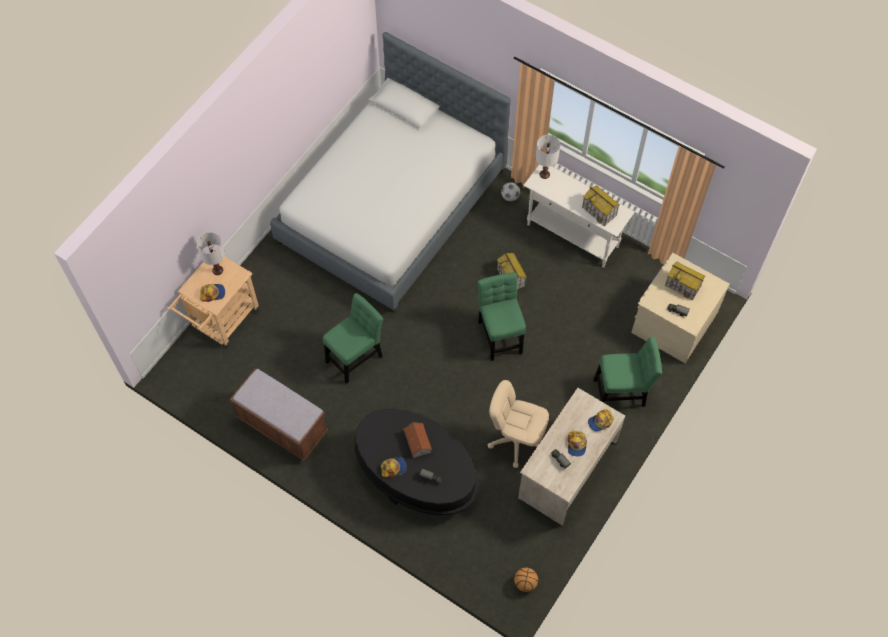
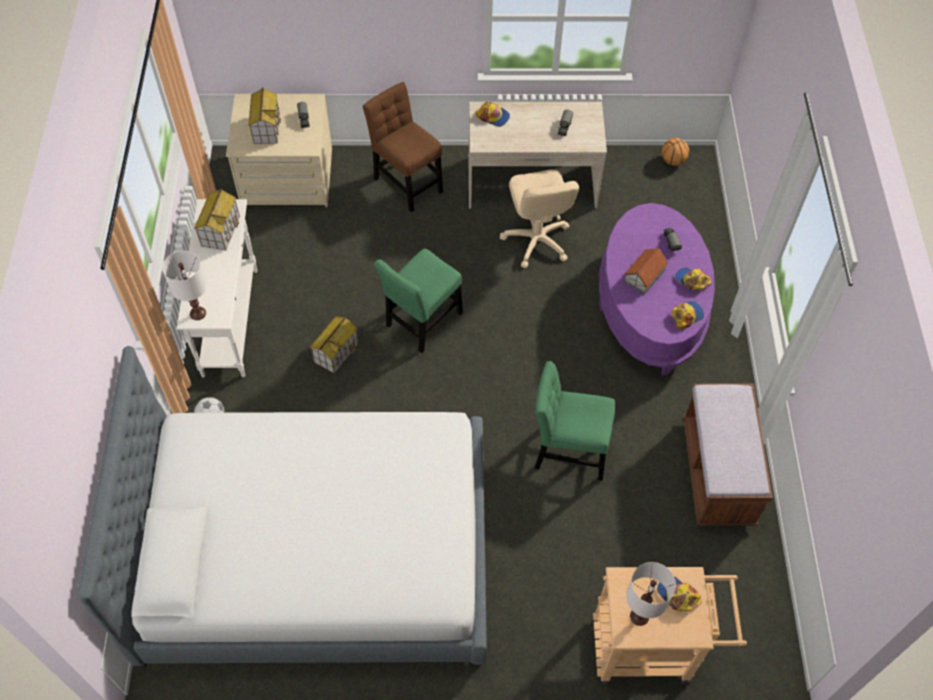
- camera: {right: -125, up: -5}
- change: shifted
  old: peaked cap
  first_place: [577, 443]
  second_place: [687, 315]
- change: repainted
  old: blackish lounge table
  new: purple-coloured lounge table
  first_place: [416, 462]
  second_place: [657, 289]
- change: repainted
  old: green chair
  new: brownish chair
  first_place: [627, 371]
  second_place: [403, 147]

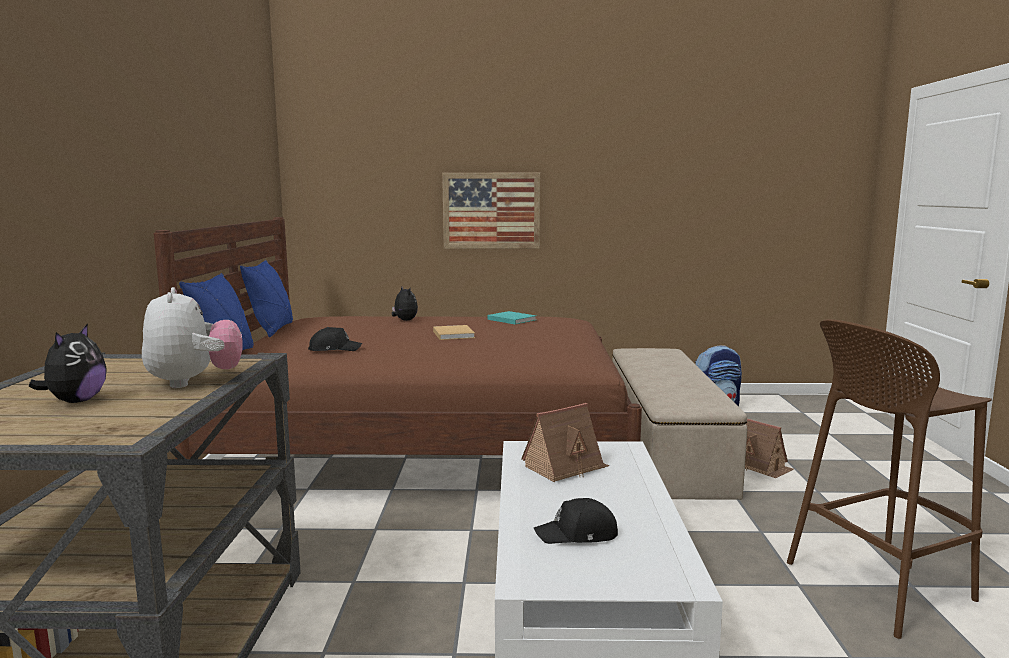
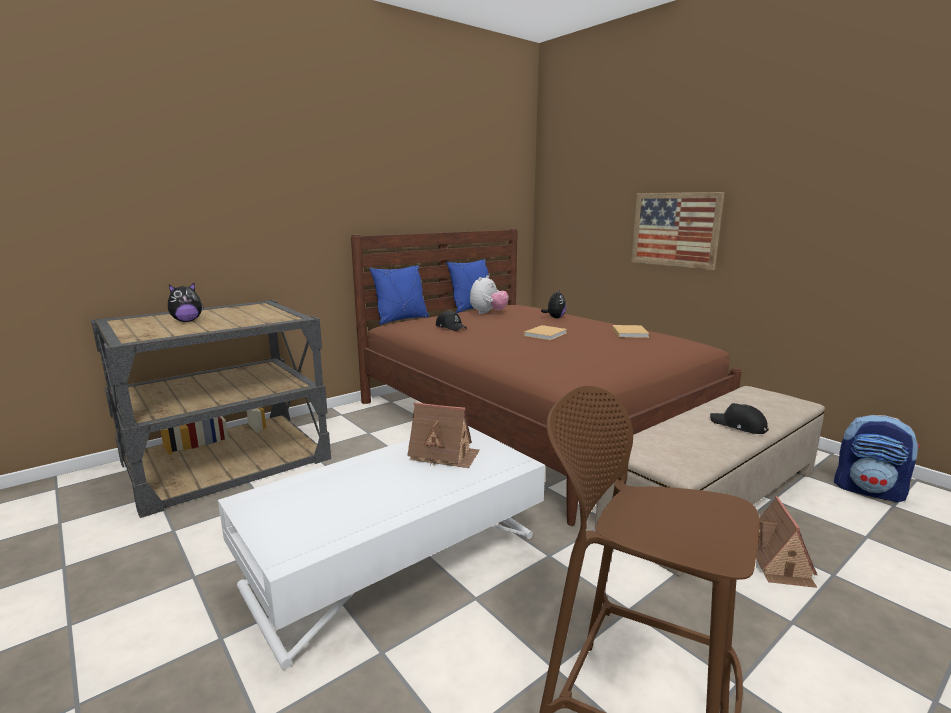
- camera: {right: 50, up: 5}
- change: shifted
  old: soft toy
  first_place: [192, 337]
  second_place: [489, 294]
- change: shifted
  old: blackish peaked cap
  first_place: [576, 521]
  second_place: [739, 418]
- change: repainted
  old: blue-green book
  new: beige-coloured book
  first_place: [511, 317]
  second_place: [631, 331]

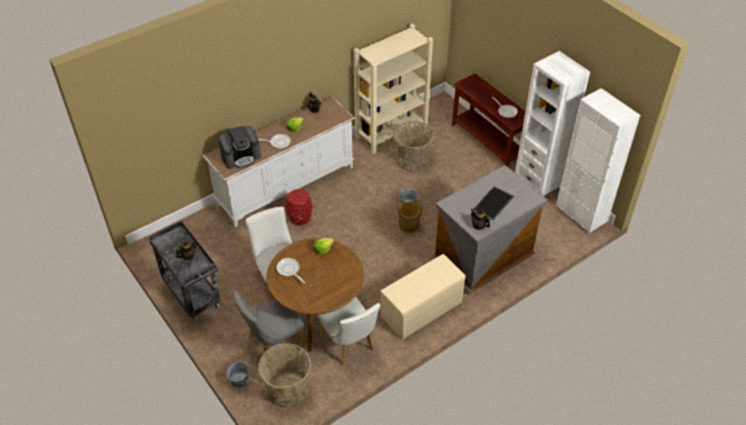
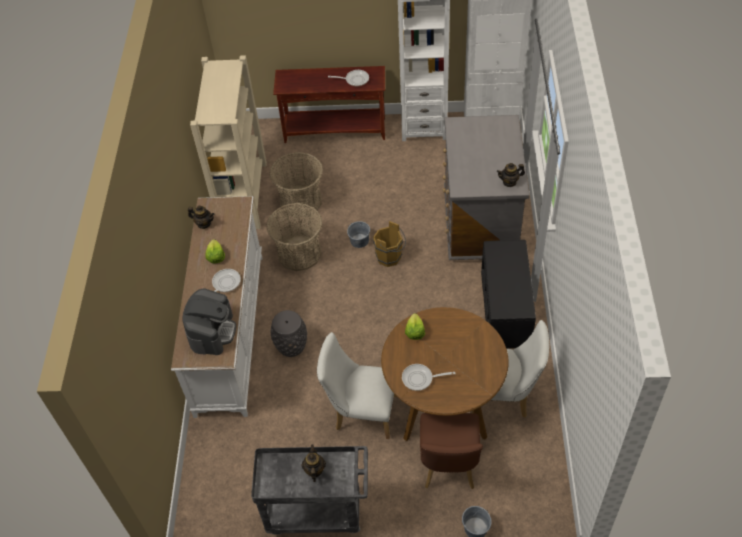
- camera: {right: -50, up: 5}
- change: gone
  old: serving tray
  first_place: [493, 203]
- change: shifted
  old: household basket
  first_place: [284, 375]
  second_place: [294, 237]
- change: repainted
  old: grey chair
  new: brownish chair
  first_place: [269, 326]
  second_place: [451, 451]
- change: repainted
  old: reddish stool
  new: grey stool
  first_place: [299, 207]
  second_place: [289, 333]
- change: repainted
  old: beige-coloured bench
  new: blackish bench
  first_place: [423, 297]
  second_place: [508, 294]

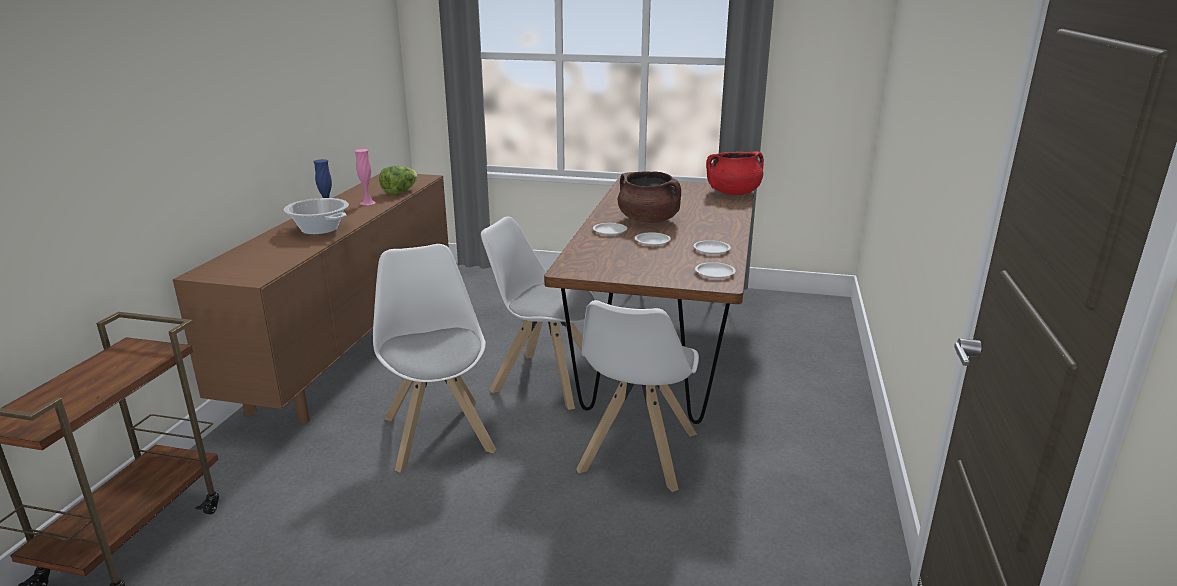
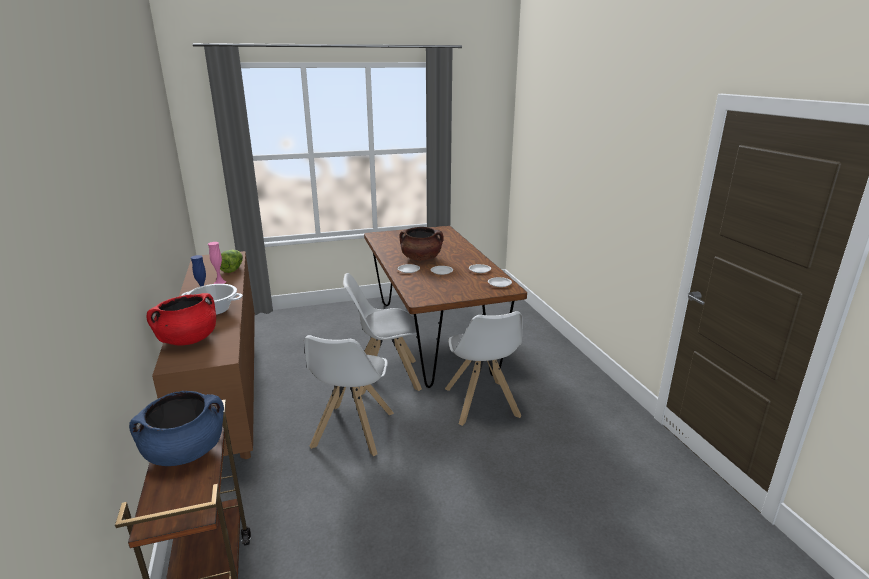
- camera: {right: -30, up: 0}
- change: new
  new: bluish saucepot
  second_place: [176, 428]
- change: shifted
  old: reddish saucepot
  first_place: [735, 173]
  second_place: [181, 319]
- change: rotated
  old: chair
  first_place: [435, 358]
  second_place: [349, 396]
  degrees: -120

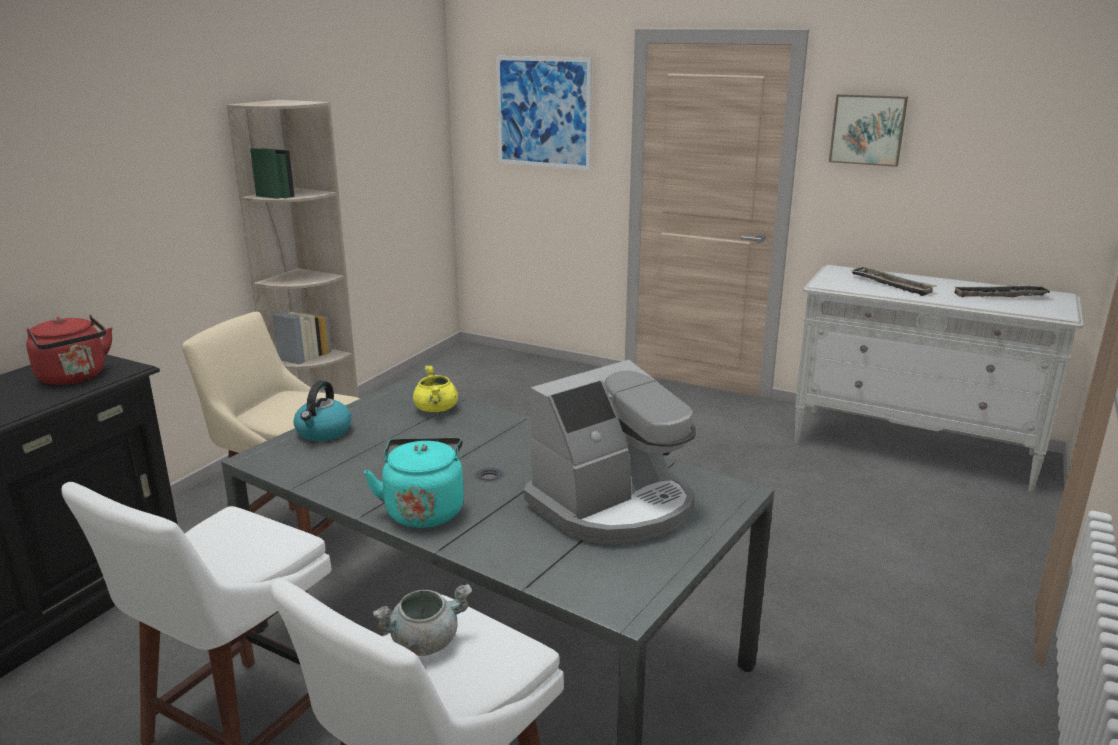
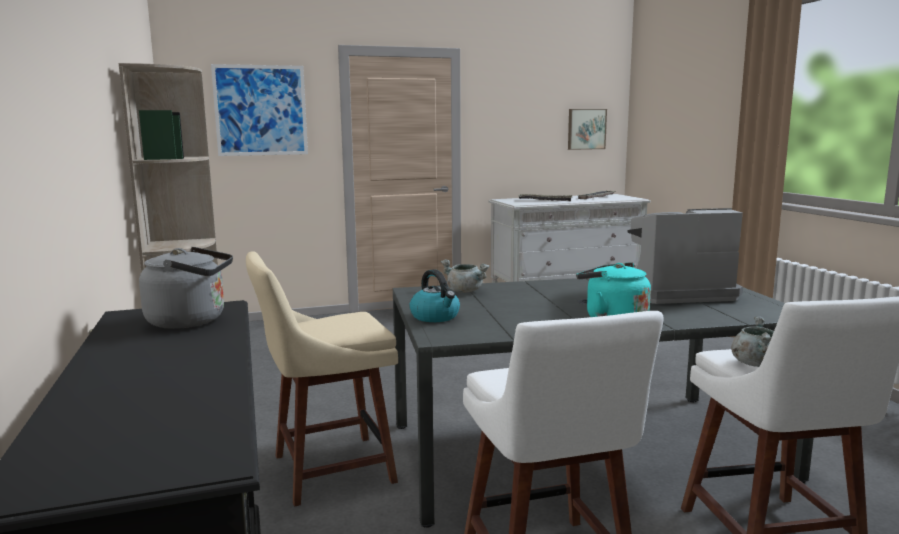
- camera: {right: -45, up: -10}
- change: shifted
  old: wall picture
  first_place: [868, 130]
  second_place: [587, 129]
- change: repainted
  old: reddish water kettle
  new: grey water kettle
  first_place: [69, 350]
  second_place: [186, 288]
- change: repainted
  old: yellow-coloured saucepot
  new: grey saucepot
  first_place: [435, 388]
  second_place: [465, 276]
- change: rotated
  old: coffee brewer
  first_place: [610, 452]
  second_place: [685, 256]
  degrees: -105

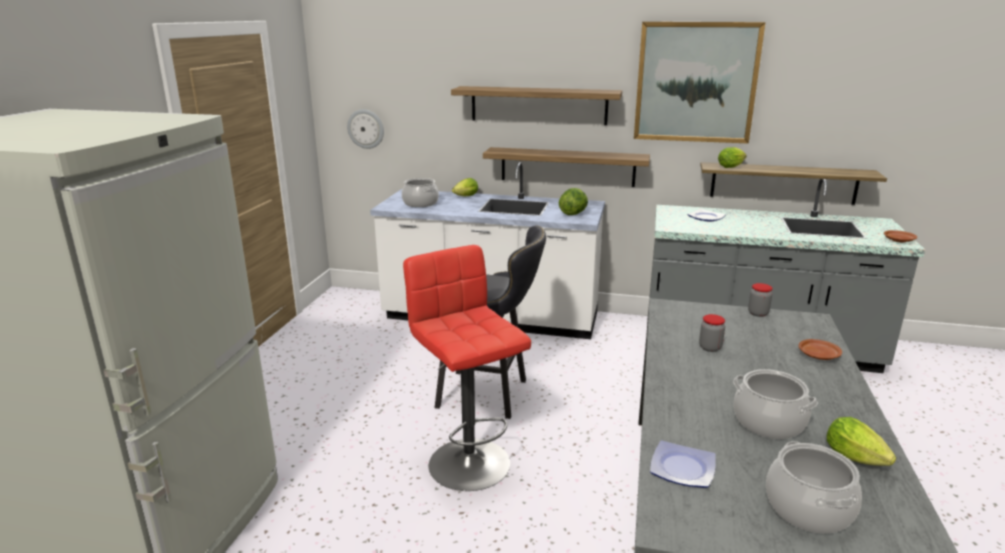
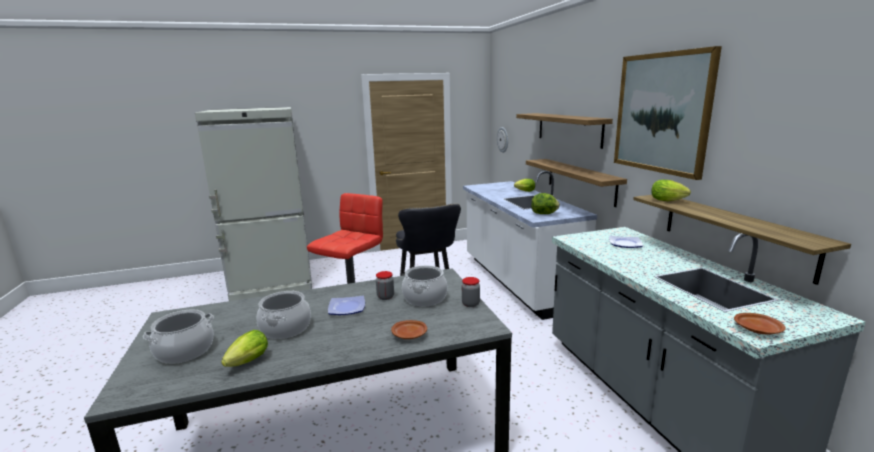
- camera: {right: 60, up: -5}
- change: shifted
  old: saucepot
  first_place: [420, 192]
  second_place: [424, 285]
- change: shifted
  old: dinner plate
  first_place: [683, 464]
  second_place: [346, 305]

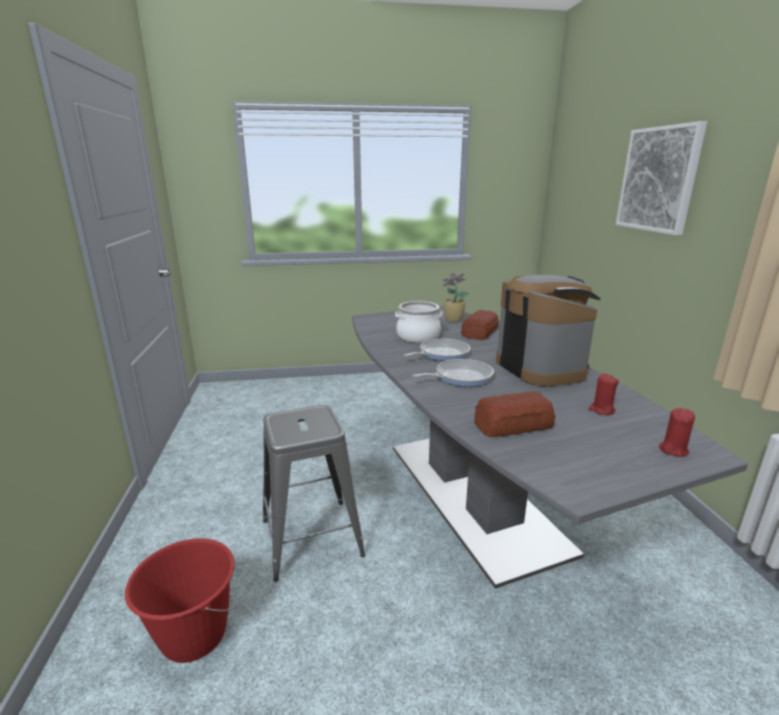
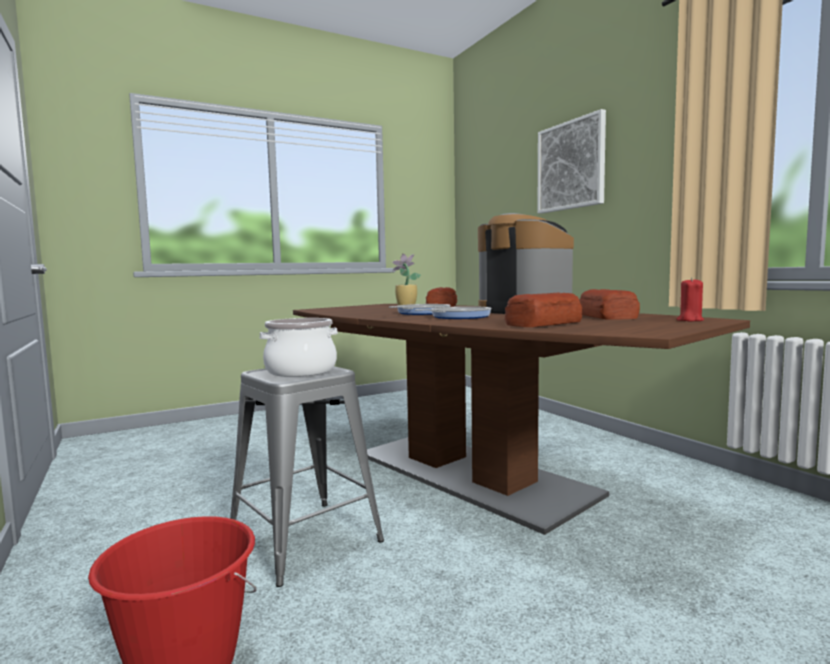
- camera: {right: -20, up: -15}
- change: shifted
  old: saucepot
  first_place: [419, 322]
  second_place: [299, 347]
- change: swapped
  old: reddish candle
  new: bakery bread
  first_place: [604, 394]
  second_place: [609, 304]
- change: repainted
  old: grey dinner table
  new: brownish dinner table
  first_place: [550, 447]
  second_place: [521, 419]

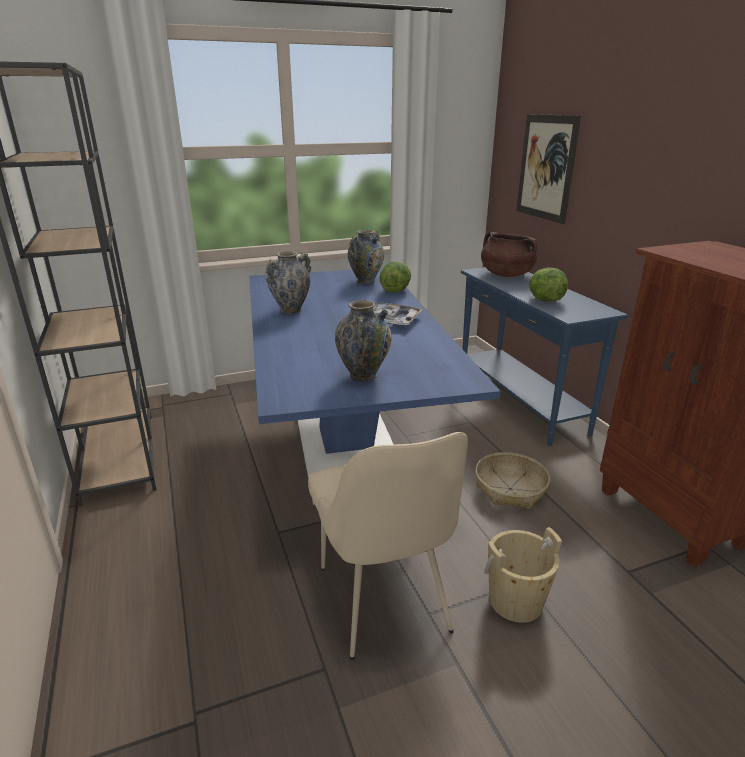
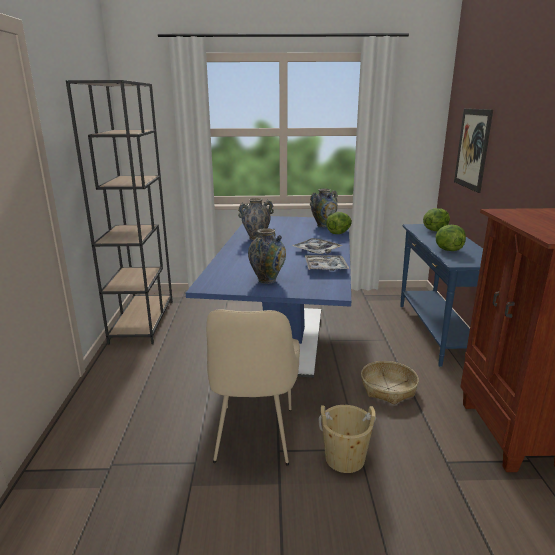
- camera: {right: 20, up: -5}
- change: new
  new: serving tray
  second_place: [327, 263]
- change: swapped
  old: brownish saucepot
  new: head of lettuce
  first_place: [509, 254]
  second_place: [436, 219]

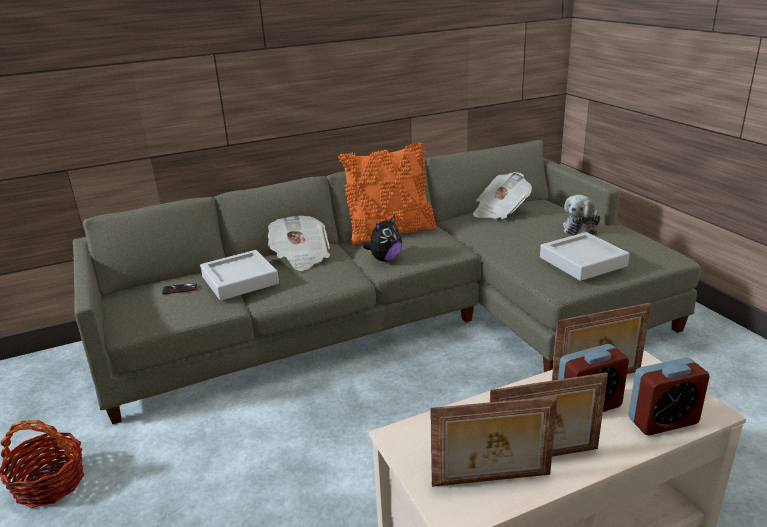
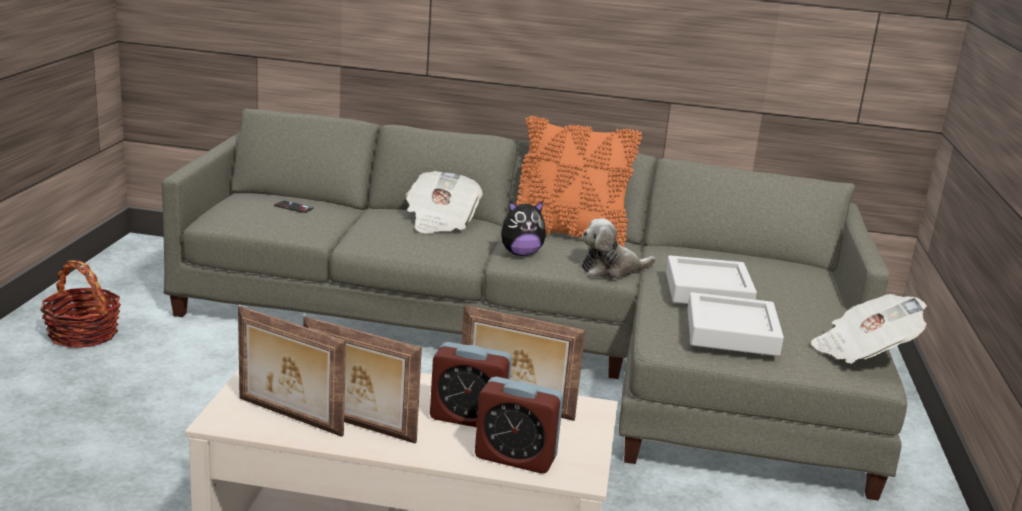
- camera: {right: 30, up: -5}
- change: shifted
  old: grey serving tray
  first_place: [239, 275]
  second_place: [711, 279]
- change: shifted
  old: newspaper
  first_place: [502, 195]
  second_place: [869, 329]
- change: shifted
  old: soft toy
  first_place: [582, 215]
  second_place: [619, 248]

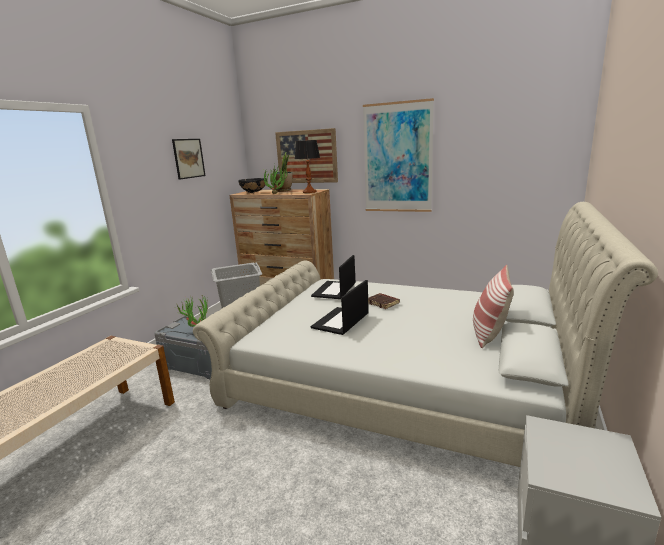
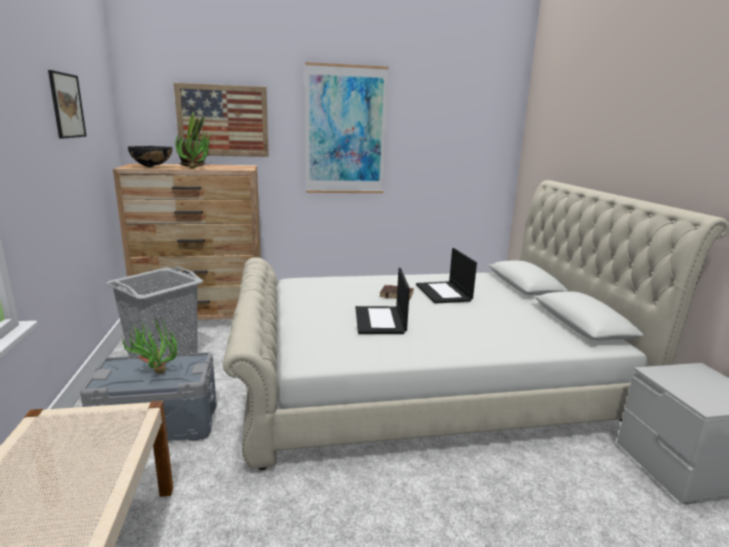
- camera: {right: -35, up: 0}
- change: gone
  old: tabletop lamp
  first_place: [307, 166]
- change: gone
  old: pillow
  first_place: [493, 306]
- change: shifted
  old: notebook computer
  first_place: [333, 277]
  second_place: [446, 276]

